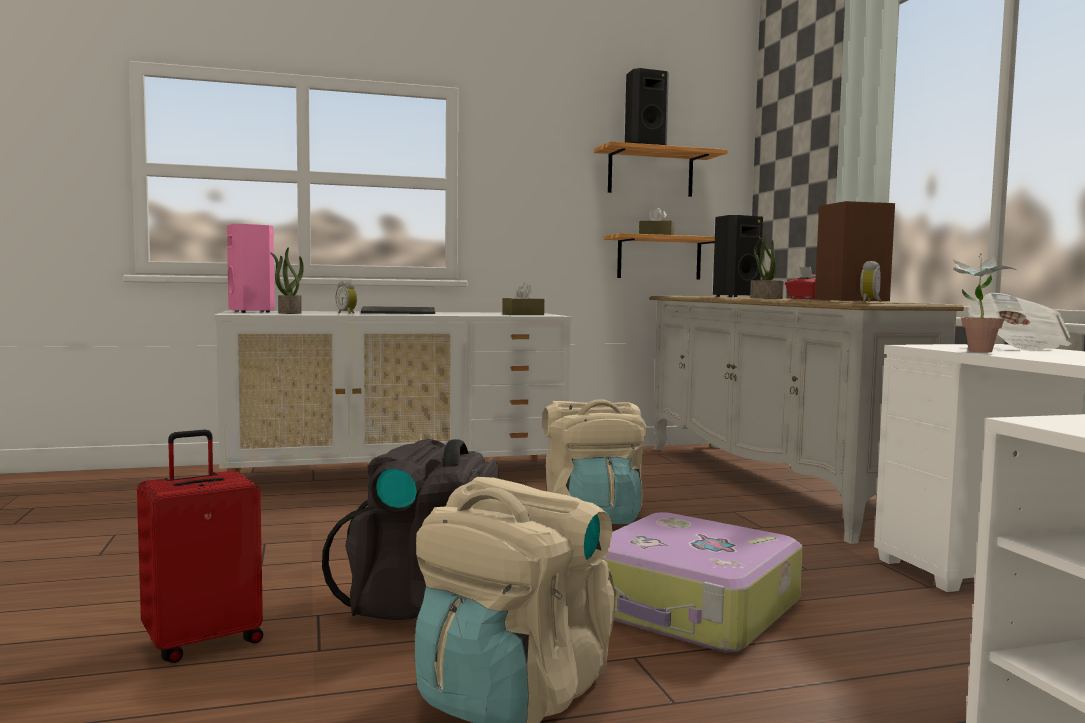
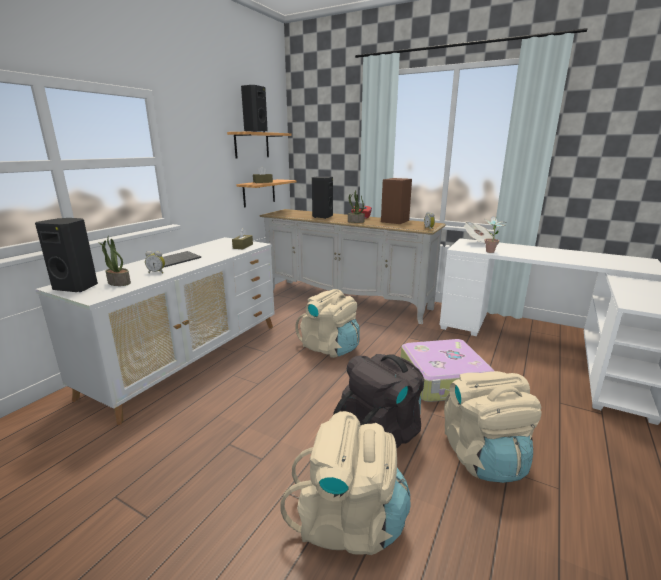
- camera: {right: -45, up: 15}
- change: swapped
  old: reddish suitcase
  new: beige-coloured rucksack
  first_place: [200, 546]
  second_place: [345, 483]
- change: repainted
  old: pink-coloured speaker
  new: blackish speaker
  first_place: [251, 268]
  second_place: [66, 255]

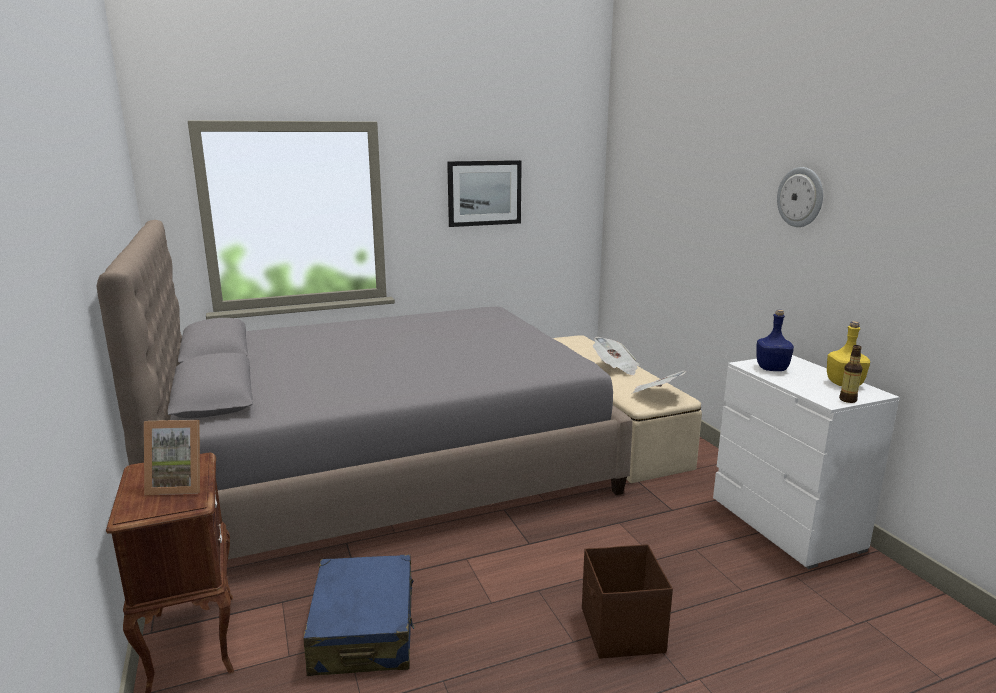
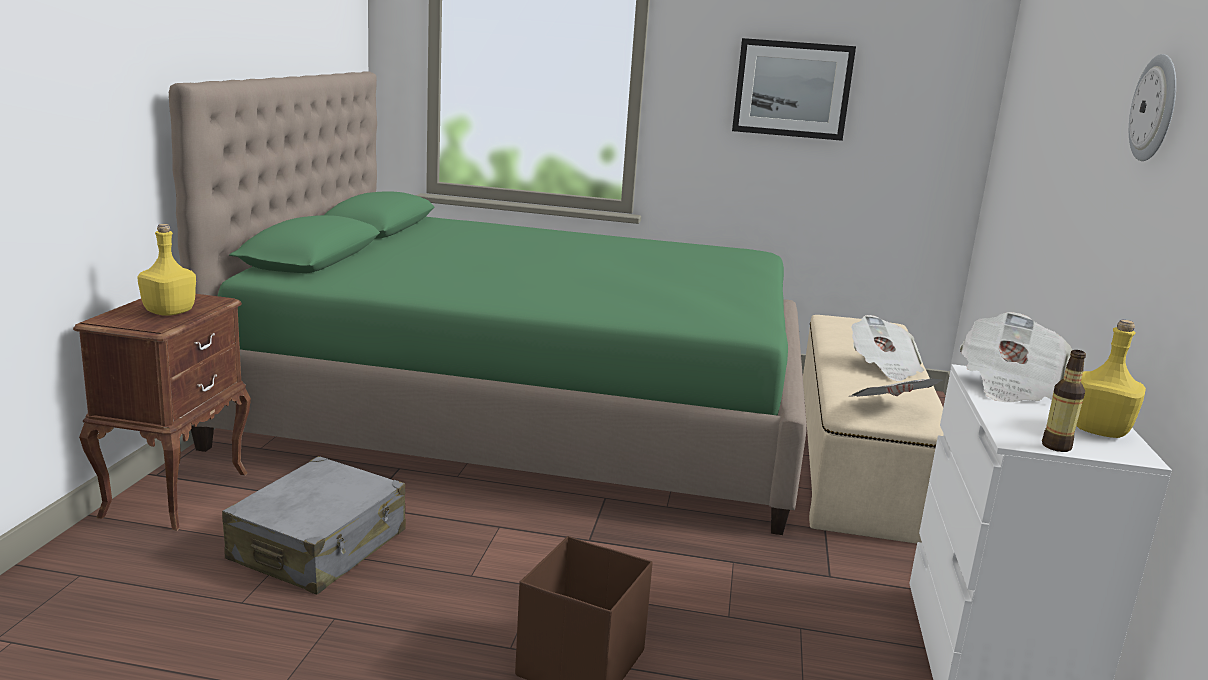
- camera: {right: 30, up: 0}
- change: swapped
  old: standing frame
  new: yellow-coloured bottle
  first_place: [172, 457]
  second_place: [166, 270]
- change: swapped
  old: bluish bottle
  new: newspaper
  first_place: [775, 340]
  second_place: [1016, 357]
- change: repainted
  old: grey bedroom bed
  new: green bedroom bed
  first_place: [364, 389]
  second_place: [488, 303]
- change: repainted
  old: bluish suitcase
  new: grey suitcase
  first_place: [359, 615]
  second_place: [314, 525]

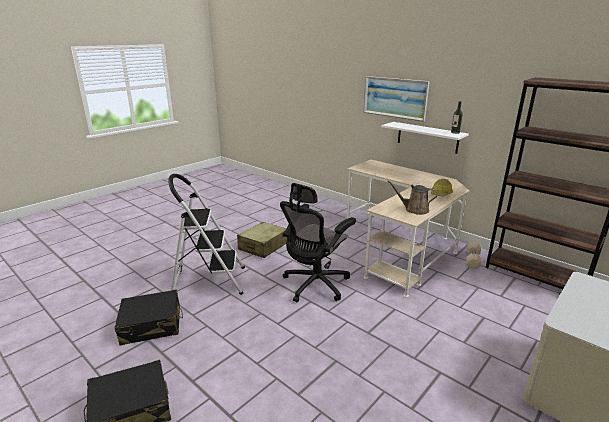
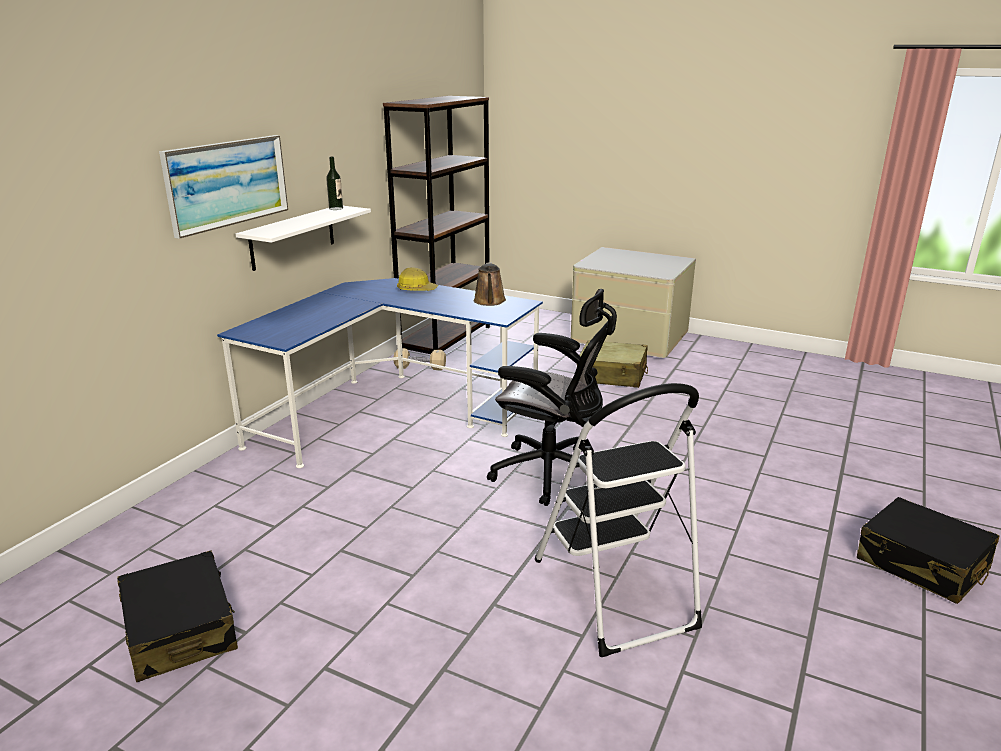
- camera: {right: -105, up: 0}
- change: shifted
  old: blackish suitcase
  first_place: [149, 317]
  second_place: [177, 616]
- change: shifted
  old: beige-coloured suitcase
  first_place: [262, 240]
  second_place: [614, 364]
- change: repainted
  old: beige-coloured desk
  new: bluish desk
  first_place: [408, 228]
  second_place: [380, 373]

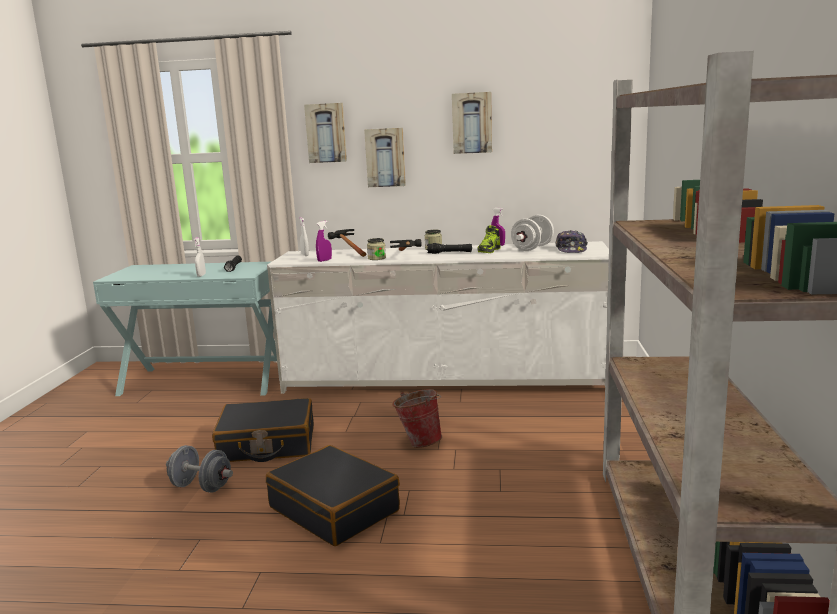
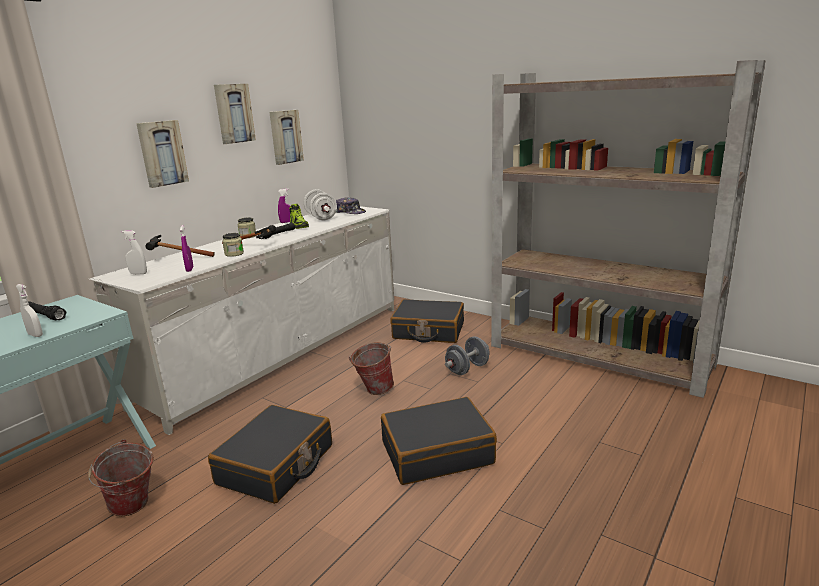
- camera: {right: -60, up: 5}
- change: new
  new: water bucket
  second_place: [121, 477]
- change: new
  new: blackish suitcase
  second_place: [427, 321]
- change: shifted
  old: grey free weight
  first_place: [199, 469]
  second_place: [467, 355]
- change: shifted
  old: wall picture
  first_place: [325, 133]
  second_place: [286, 137]

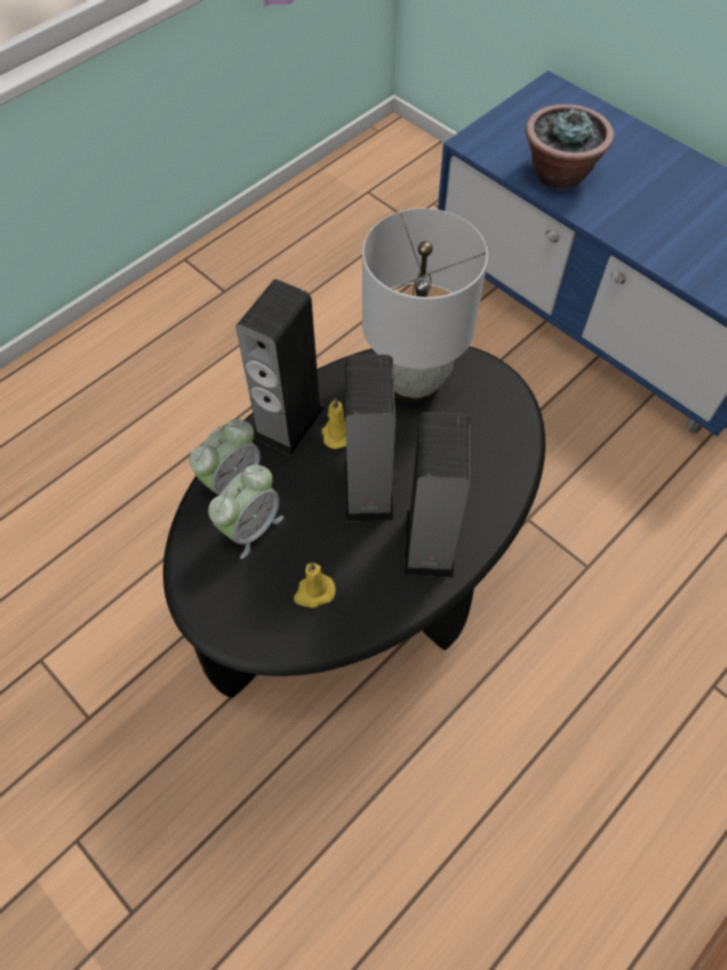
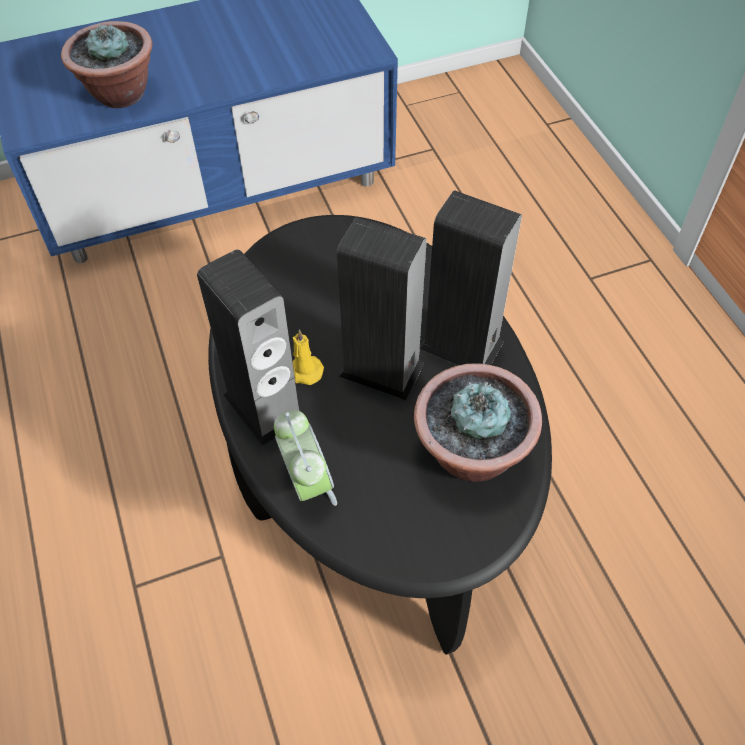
- camera: {right: -65, up: -5}
- change: gone
  old: table clock
  first_place: [246, 512]
- change: gone
  old: white tabletop lamp
  first_place: [425, 305]
- change: swapped
  old: yellow-coloured candle
  new: houseplant
  first_place: [315, 585]
  second_place: [478, 422]

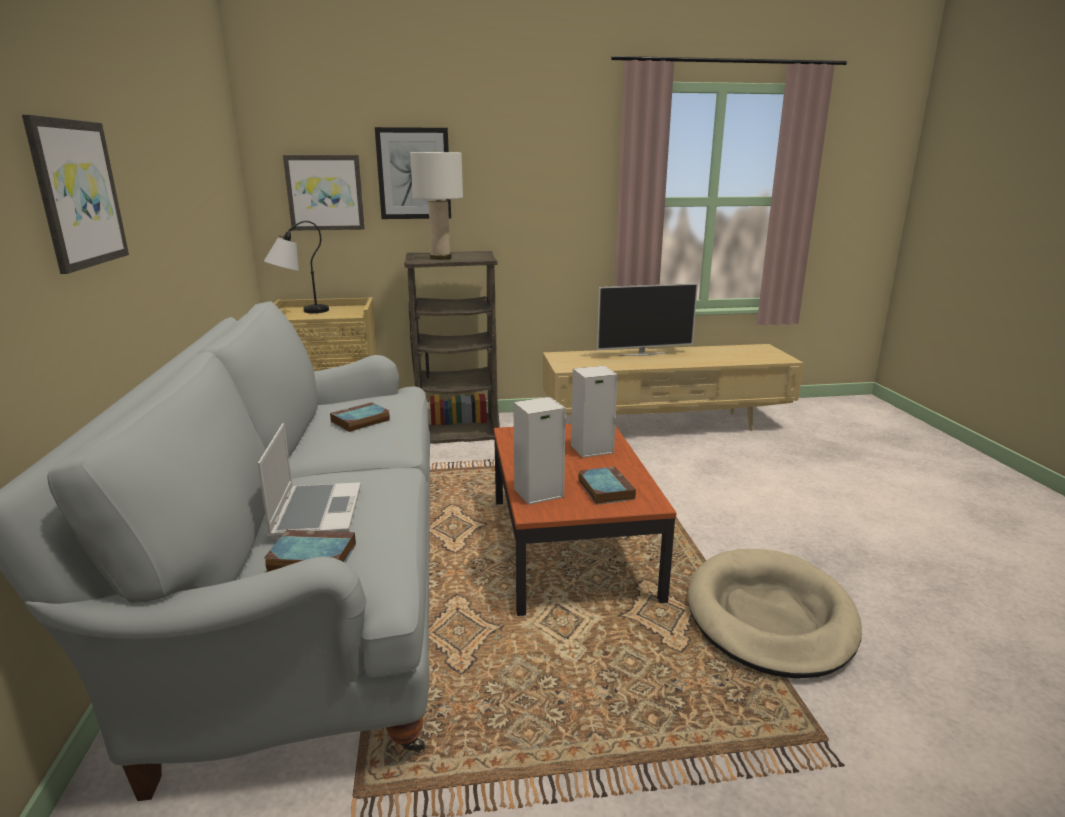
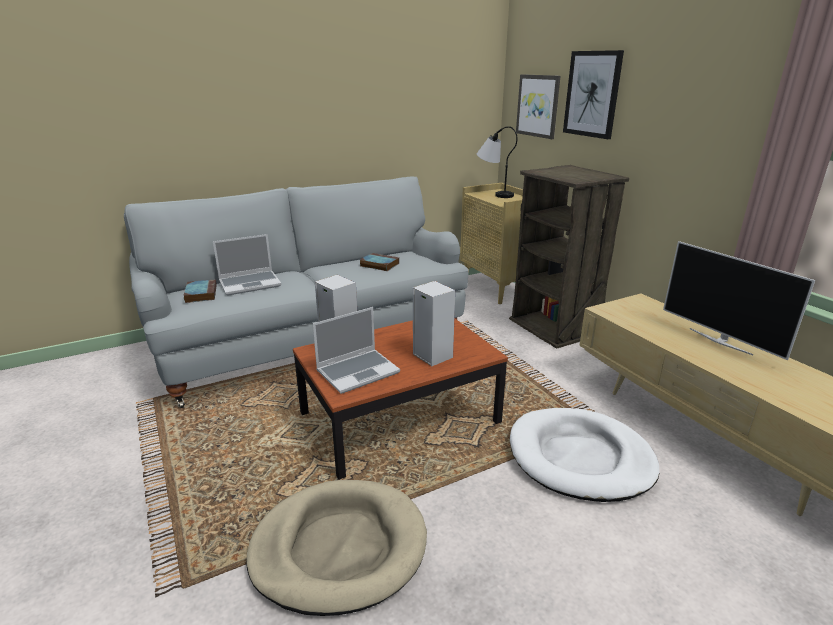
- camera: {right: 70, up: 5}
- change: gone
  old: wall picture
  first_place: [75, 194]
- change: gone
  old: white tabletop lamp
  first_place: [436, 205]
- change: new
  new: white dog cushion
  second_place: [584, 455]
- change: swapped
  old: book
  new: notebook computer
  first_place: [607, 486]
  second_place: [356, 350]

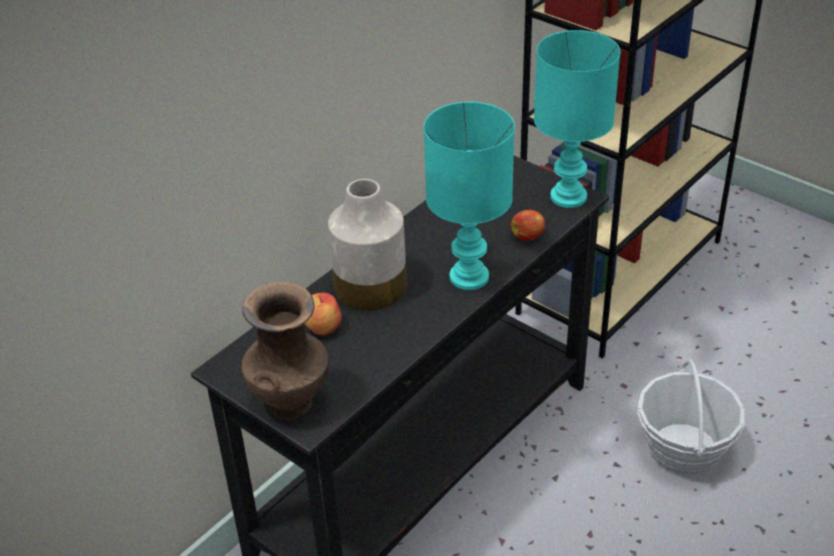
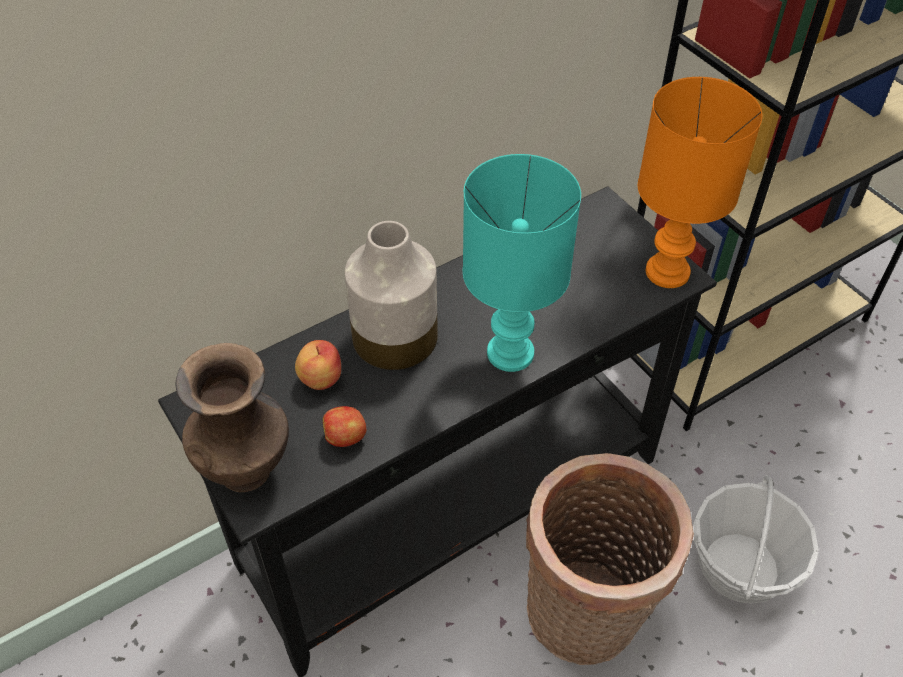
- camera: {right: 15, up: 10}
- change: new
  new: household basket
  second_place: [610, 559]
- change: shifted
  old: apple
  first_place: [528, 225]
  second_place: [344, 426]
- change: repainted
  old: blue-green tabletop lamp
  new: orange-coloured tabletop lamp
  first_place: [577, 119]
  second_place: [700, 182]

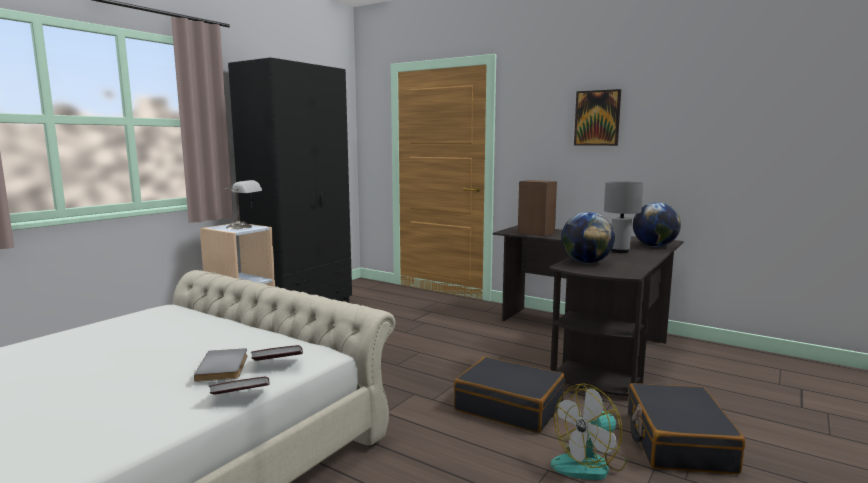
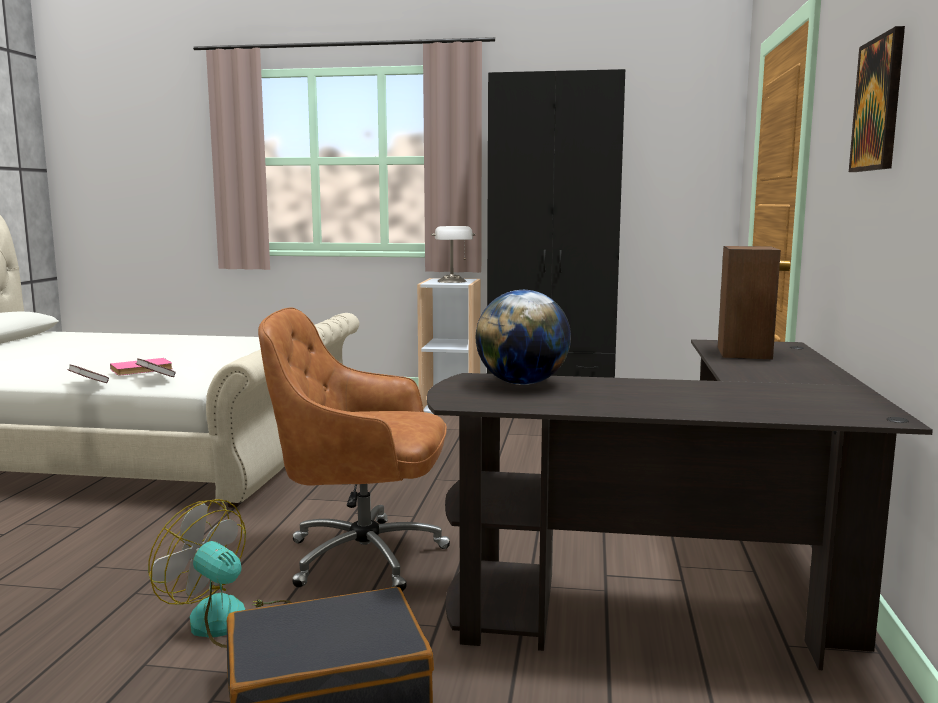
- camera: {right: 65, up: 0}
- change: gone
  old: grey tabletop lamp
  first_place: [623, 217]
- change: gone
  old: world globe
  first_place: [657, 224]
- change: swapped
  old: blackish suitcase
  new: brownish office chair
  first_place: [509, 395]
  second_place: [354, 449]
- change: repainted
  old: grey book
  new: pink-coloured book
  first_place: [220, 365]
  second_place: [141, 366]

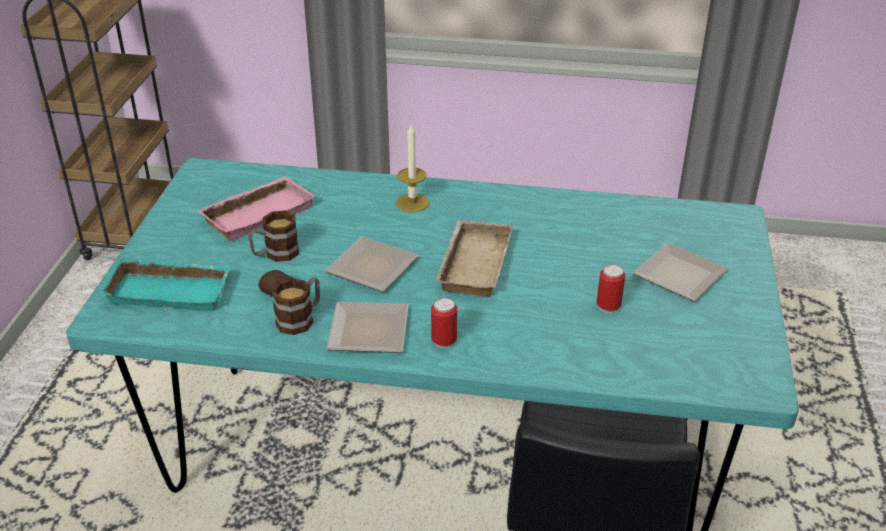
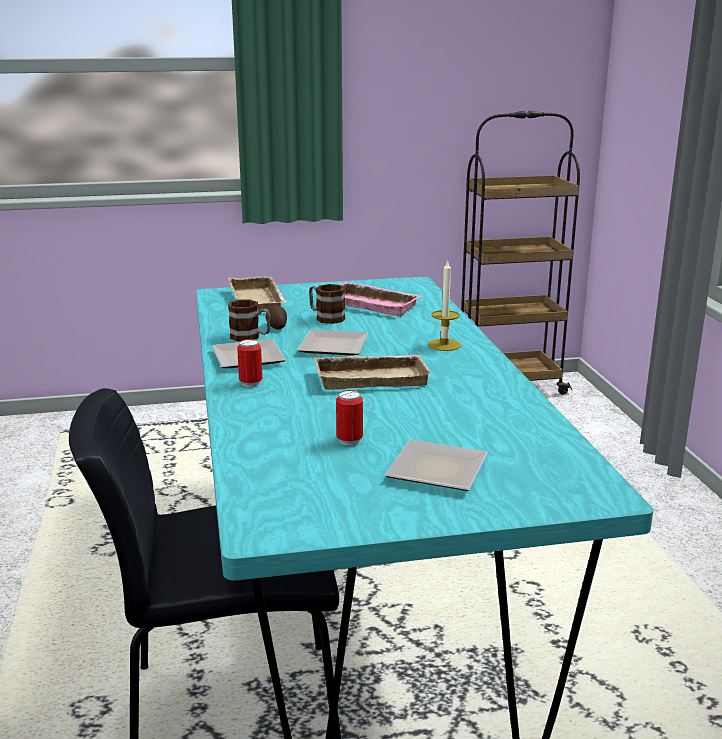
- camera: {right: 70, up: -15}
- change: repainted
  old: blue-green serving tray
  new: beige-coloured serving tray
  first_place: [165, 284]
  second_place: [257, 294]

